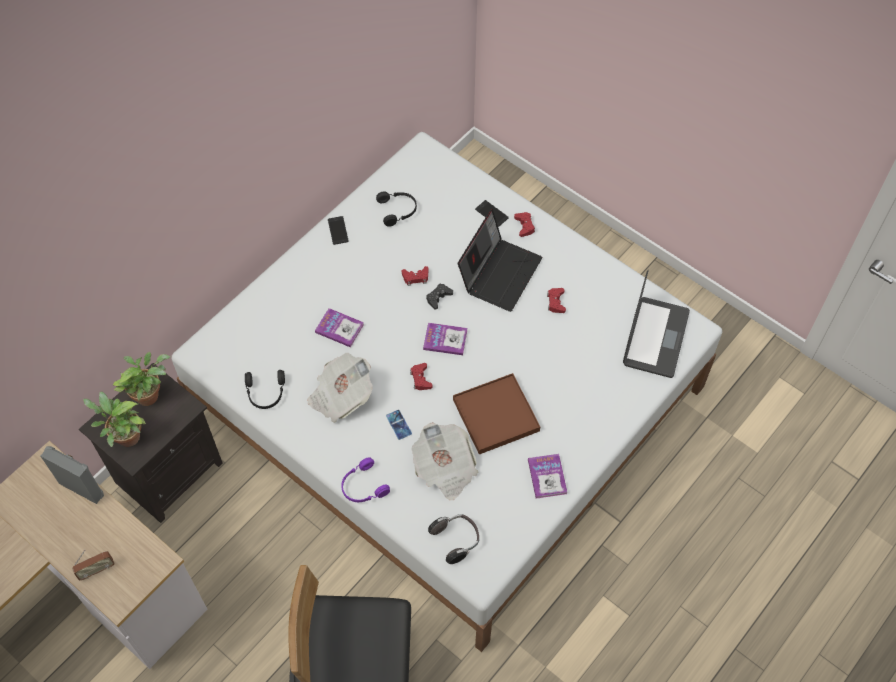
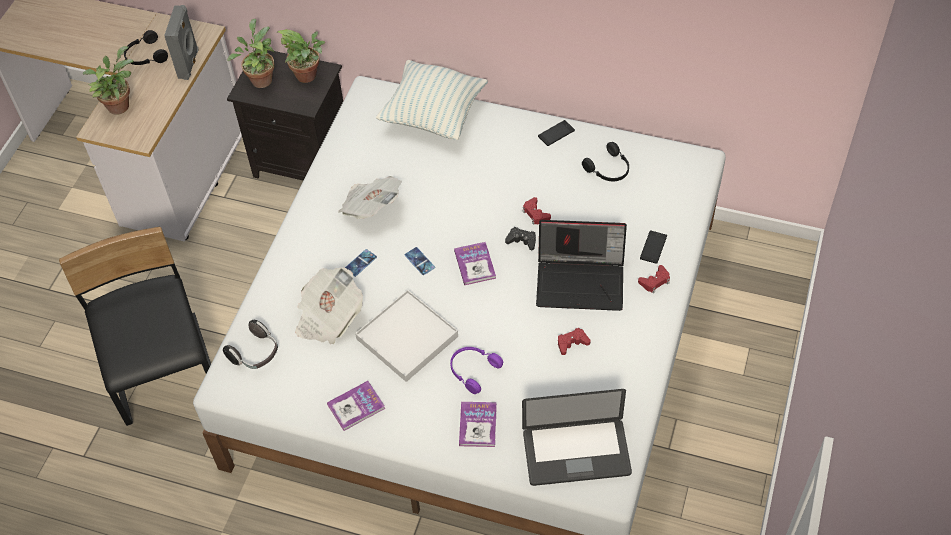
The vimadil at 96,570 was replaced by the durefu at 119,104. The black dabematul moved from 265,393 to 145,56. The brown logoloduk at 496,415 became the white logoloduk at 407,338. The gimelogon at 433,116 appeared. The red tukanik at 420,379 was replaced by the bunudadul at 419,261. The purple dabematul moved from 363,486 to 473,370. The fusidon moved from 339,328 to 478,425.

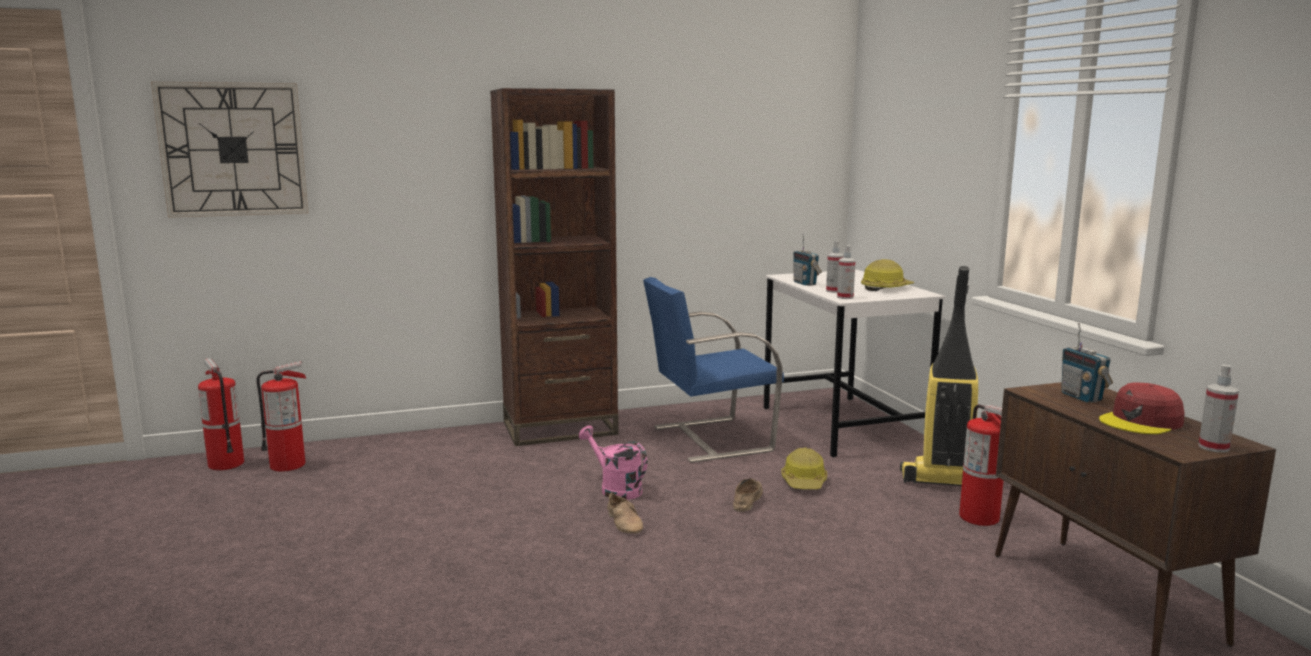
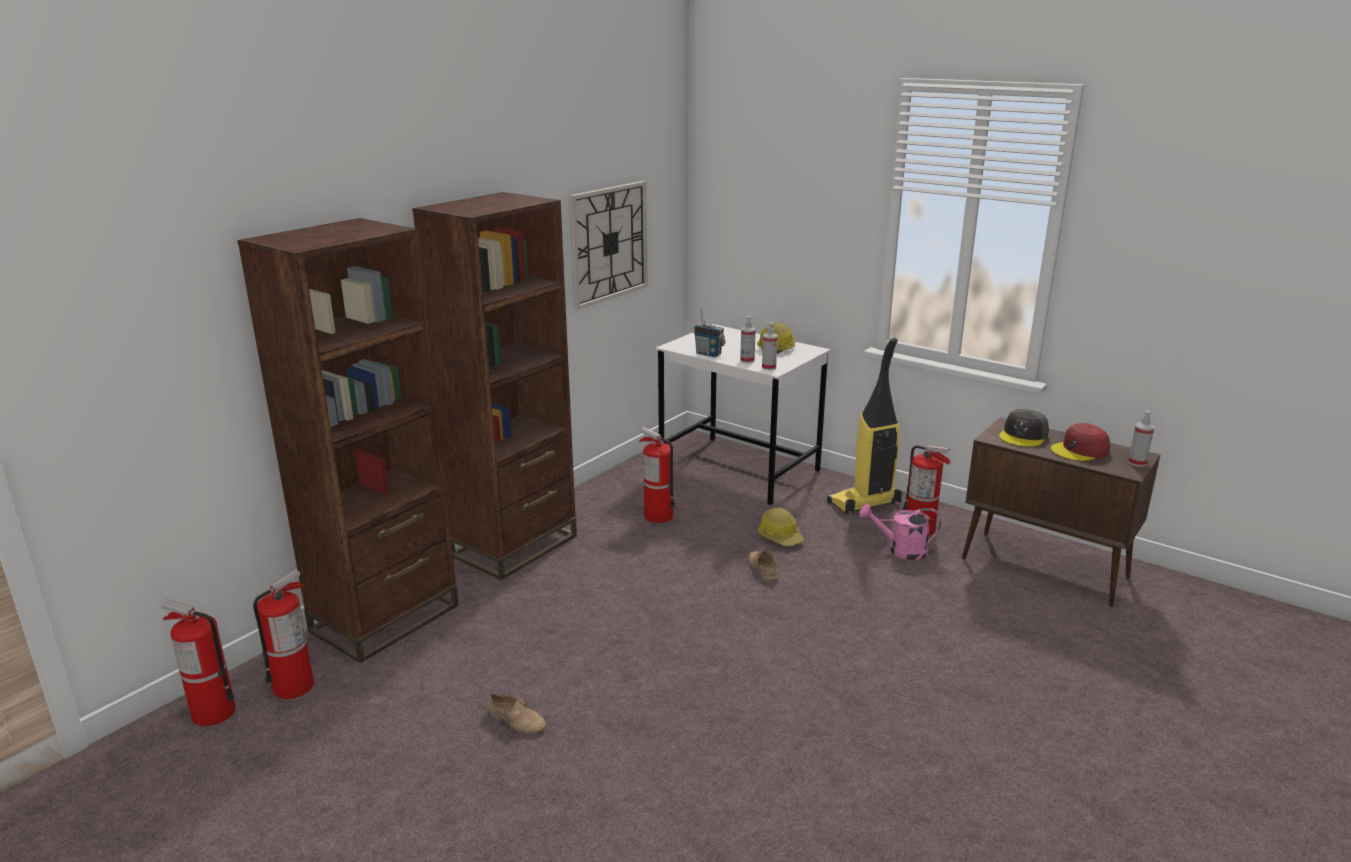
The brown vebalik at 385,618 appeared. The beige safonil moved from 625,522 to 517,719. The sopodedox moved from 233,149 to 609,243. The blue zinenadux at 709,439 was replaced by the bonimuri at 658,516. The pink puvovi moved from 615,489 to 900,550. The vimadil at 1081,397 was replaced by the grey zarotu at 1023,436. The red zarotu at 1141,422 turned 45 degrees clockwise.

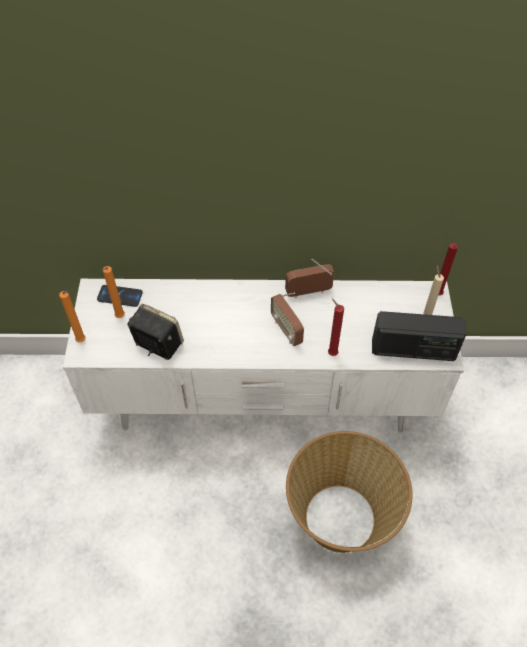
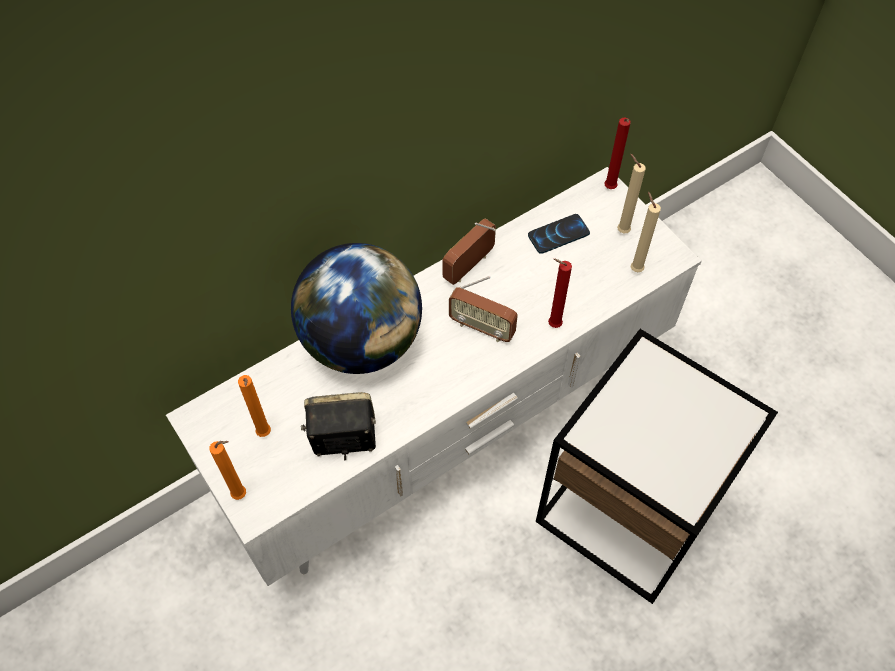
The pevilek at 362,342 appeared. The bunudadul moved from 120,296 to 558,234. The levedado at 340,519 was replaced by the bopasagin at 629,510. The vimadil at 413,350 was replaced by the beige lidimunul at 635,268.

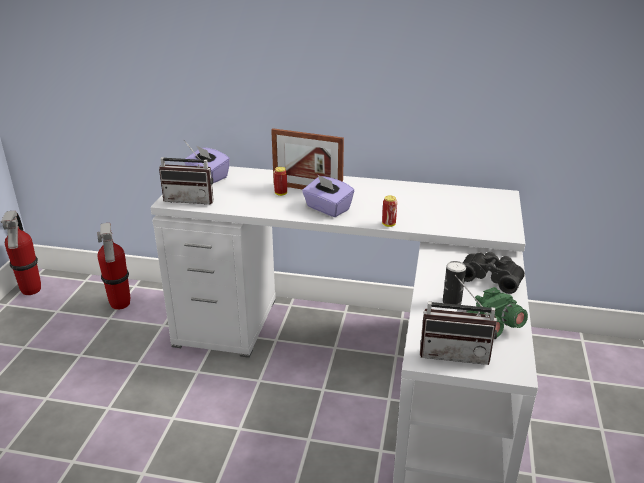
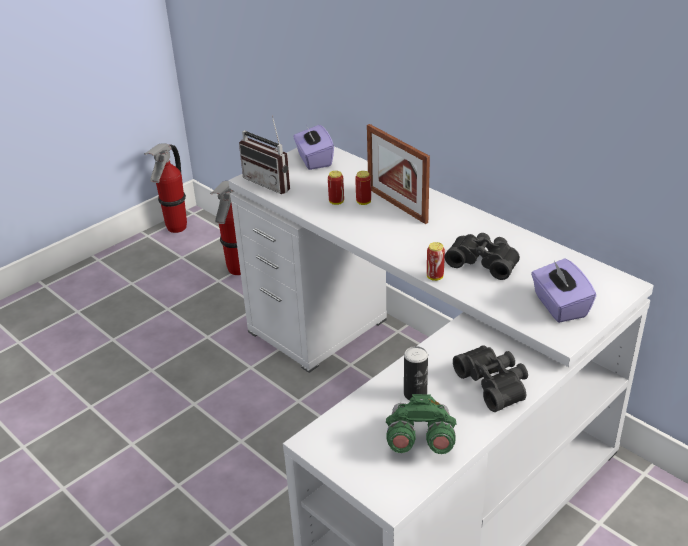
The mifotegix at 336,202 appeared. The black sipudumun at 483,262 appeared. The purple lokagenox moved from 327,208 to 559,306. The vimadil at 455,352 disappeared.

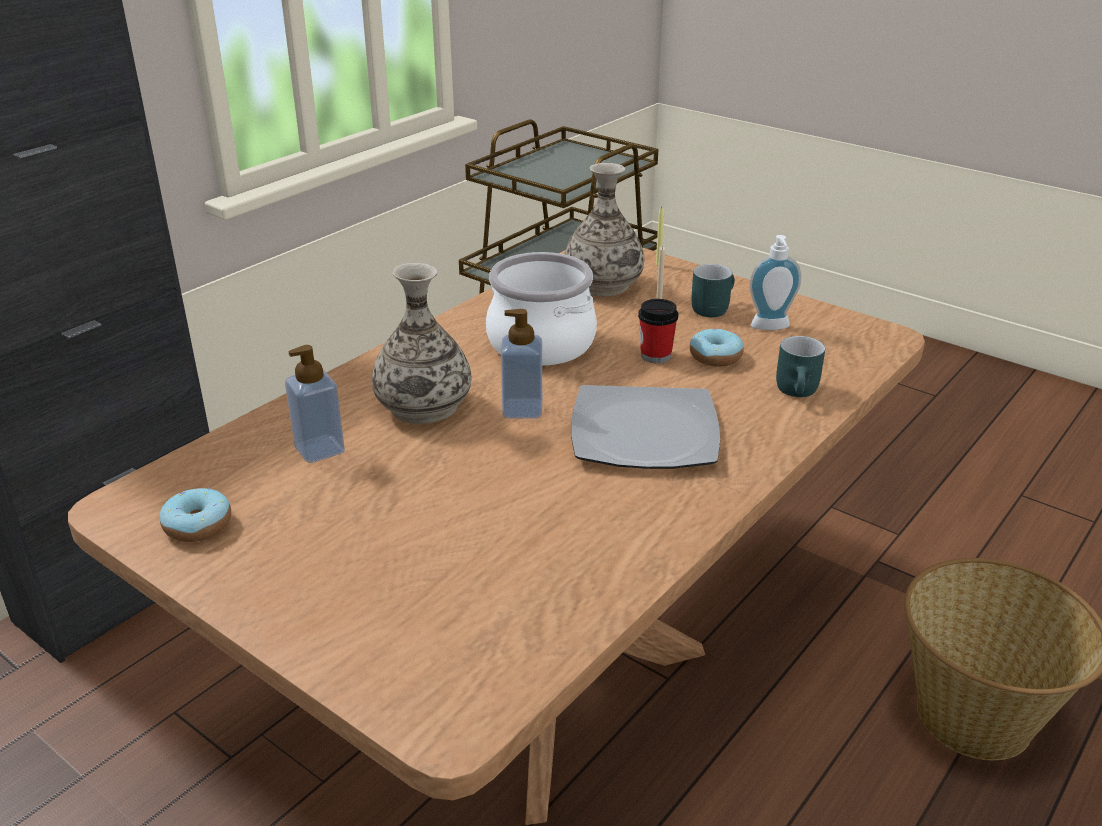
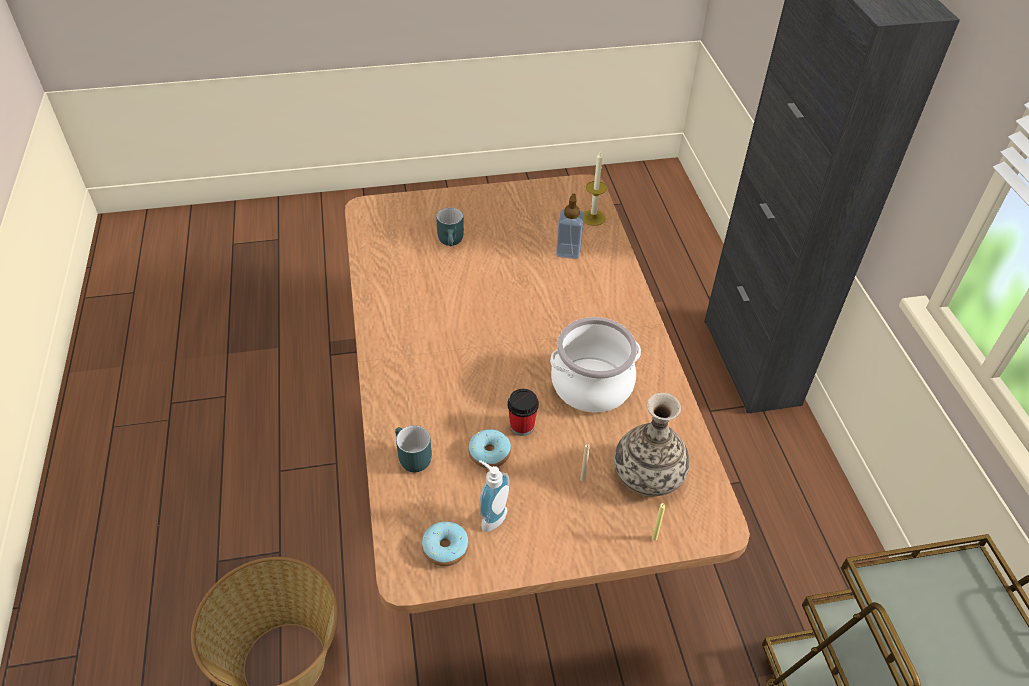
The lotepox moved from 198,525 to 445,548. The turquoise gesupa moved from 711,307 to 452,241. The lidimunul at 593,217 appeared. The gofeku at 424,407 disappeared. The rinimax at 522,409 disappeared. The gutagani at 643,433 disappeared.

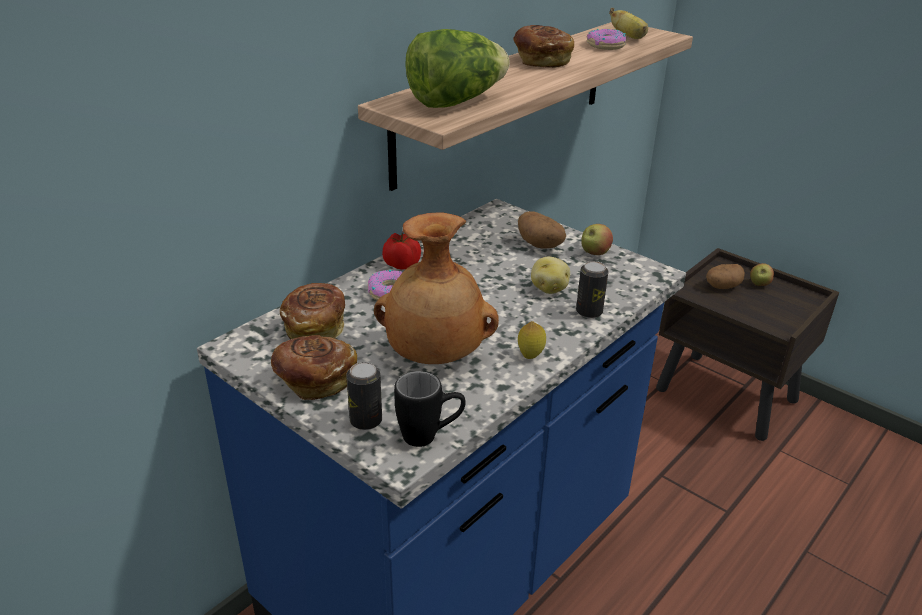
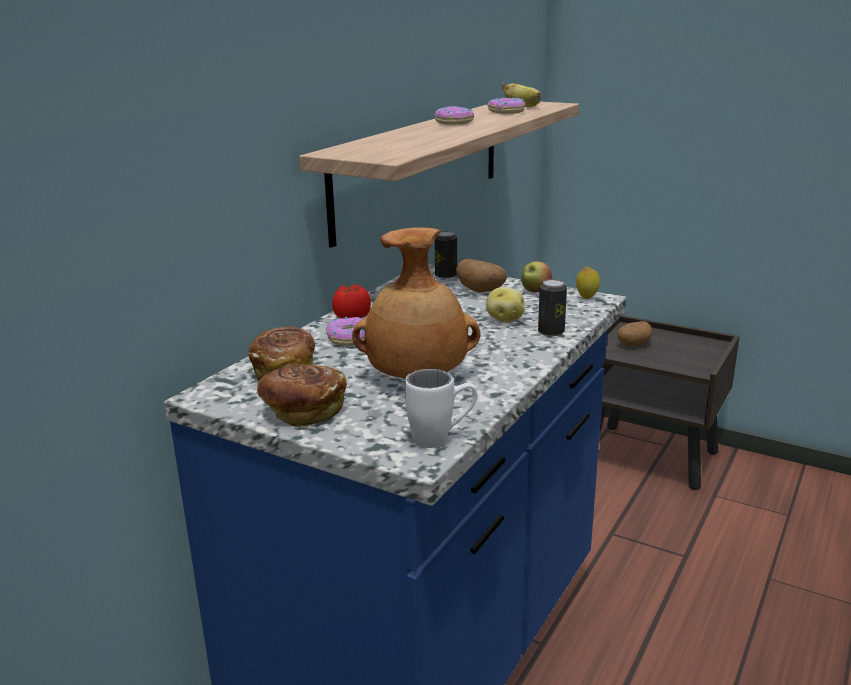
The black gesupa at 430,436 became the white gesupa at 441,438. The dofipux at 541,61 was replaced by the lotepox at 454,122. The mifotegix moved from 366,421 to 445,276. The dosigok moved from 530,356 to 587,297. The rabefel at 455,102 disappeared. The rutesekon at 759,284 disappeared.

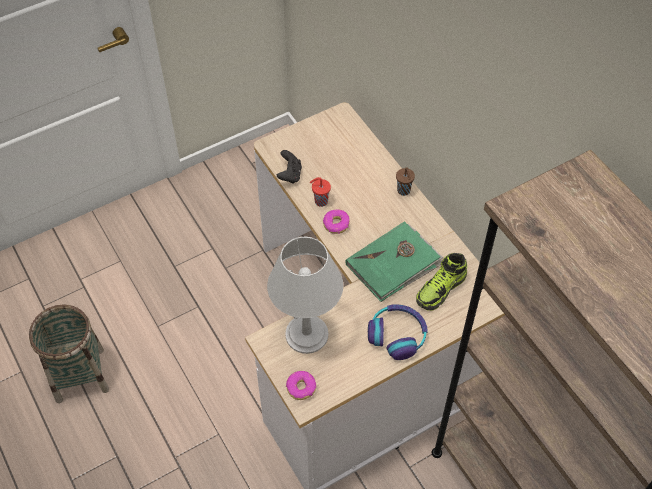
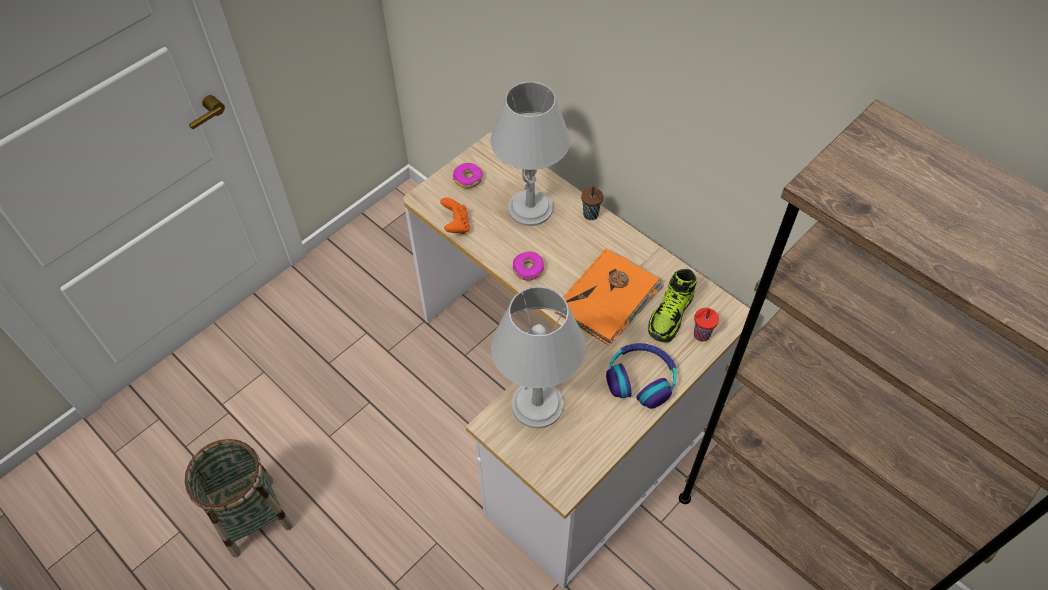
The black tukanik at 290,175 became the orange tukanik at 456,225. The lotepox moved from 301,387 to 468,179. The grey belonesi at 530,208 appeared. The green fusidon at 394,264 became the orange fusidon at 609,299. The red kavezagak moved from 320,201 to 700,335.

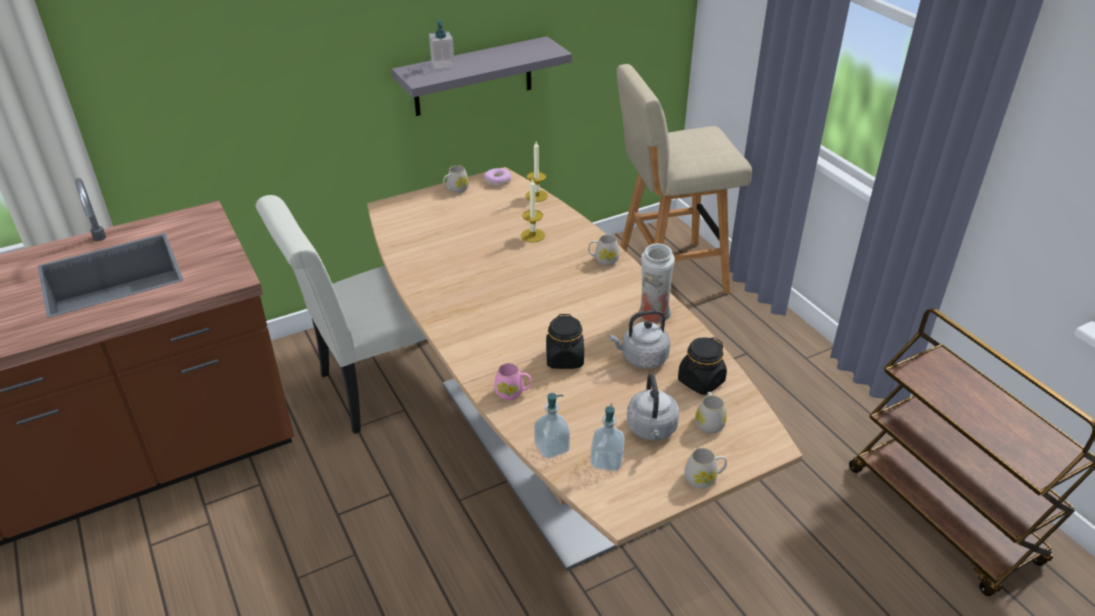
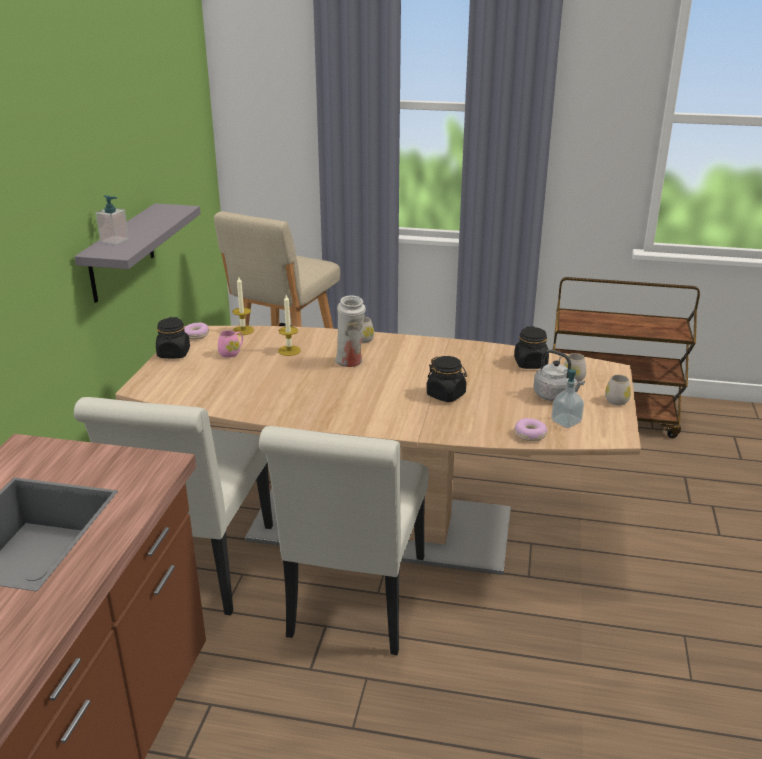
The white gesupa at 455,190 was replaced by the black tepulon at 174,353. The pink gesupa moved from 513,392 to 232,353. The white zinenadux at 355,605 appeared. The white gofeku moved from 653,315 to 350,362. The rinimax at 551,447 was replaced by the lotepox at 530,435. The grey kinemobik at 641,358 disappeared.

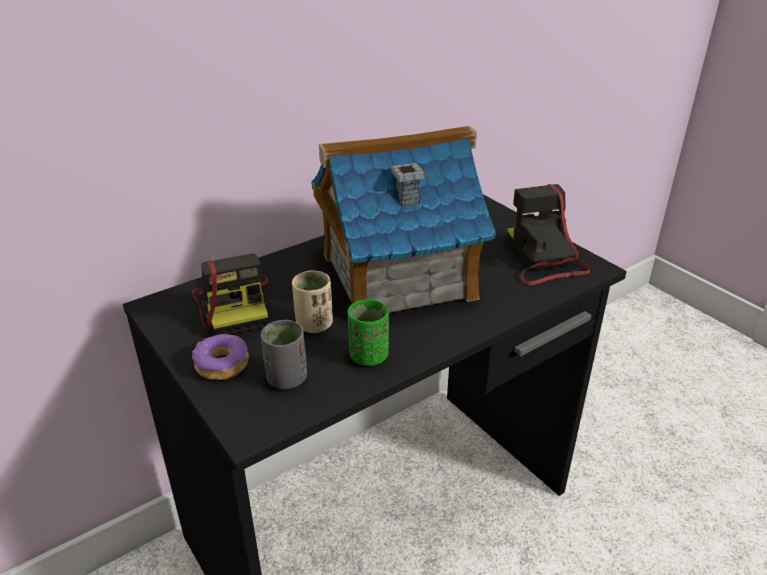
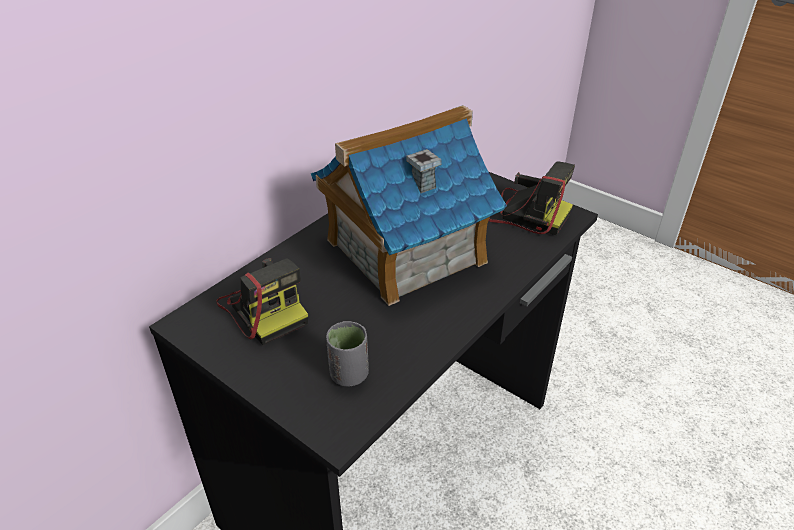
The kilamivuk at 543,259 turned 150 degrees clockwise. The lotepox at 222,365 disappeared. The beige kavezagak at 314,324 disappeared. The green kavezagak at 368,356 disappeared.

